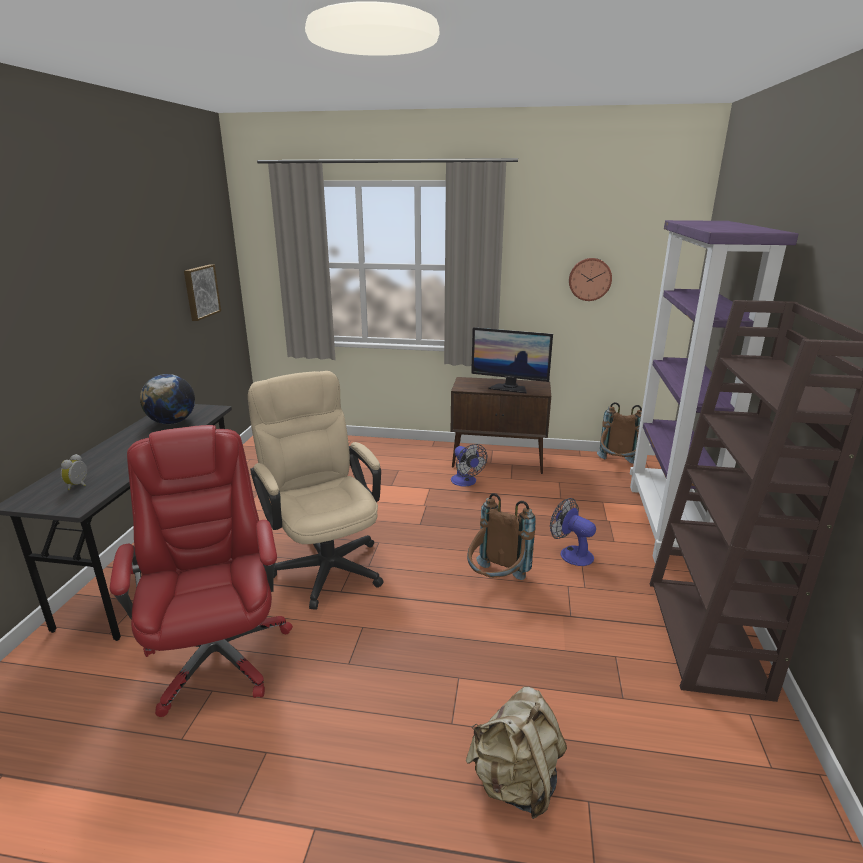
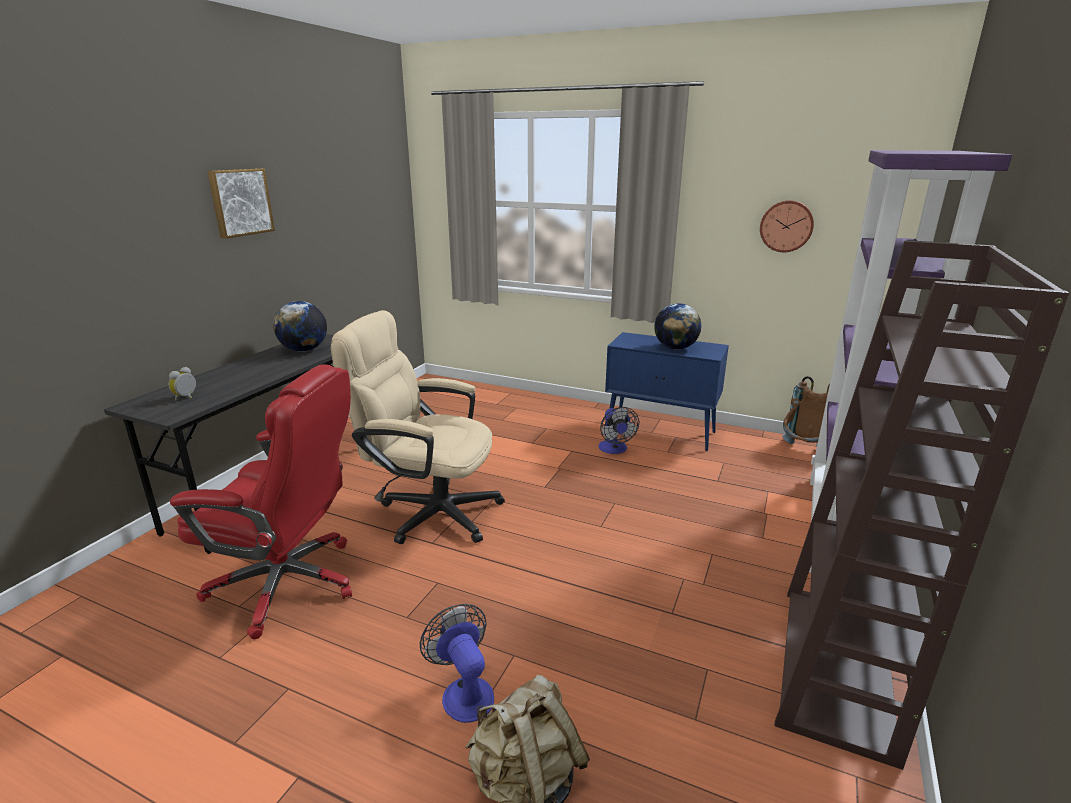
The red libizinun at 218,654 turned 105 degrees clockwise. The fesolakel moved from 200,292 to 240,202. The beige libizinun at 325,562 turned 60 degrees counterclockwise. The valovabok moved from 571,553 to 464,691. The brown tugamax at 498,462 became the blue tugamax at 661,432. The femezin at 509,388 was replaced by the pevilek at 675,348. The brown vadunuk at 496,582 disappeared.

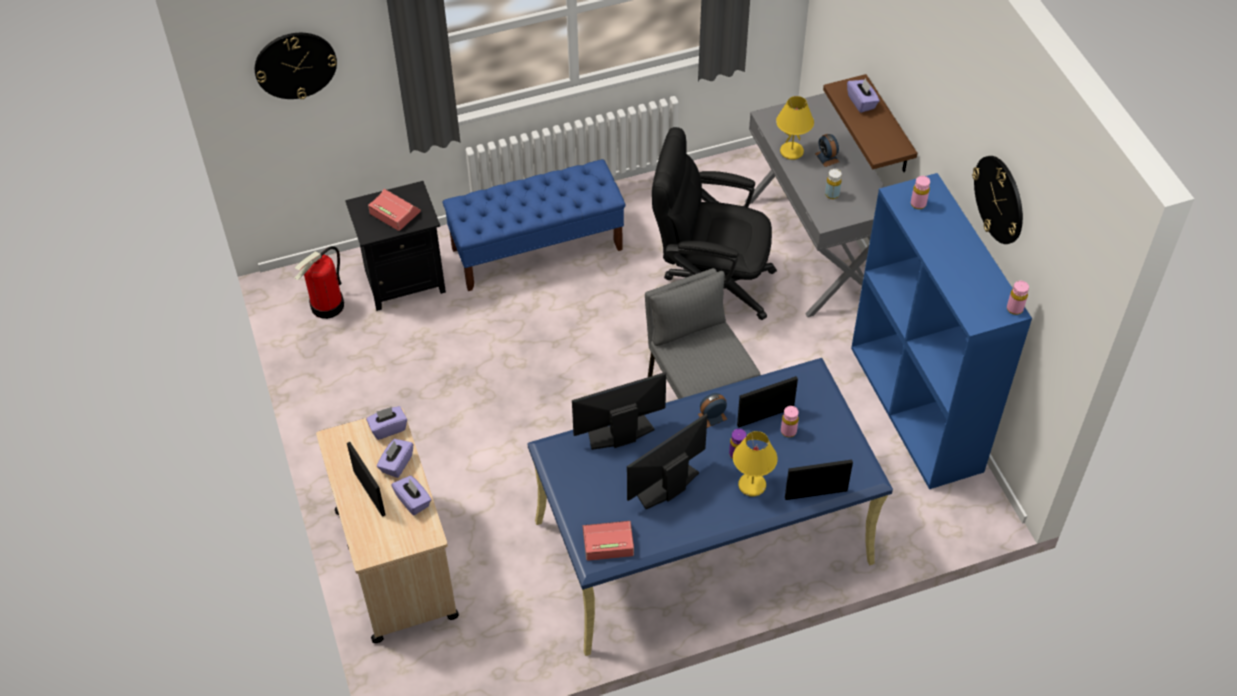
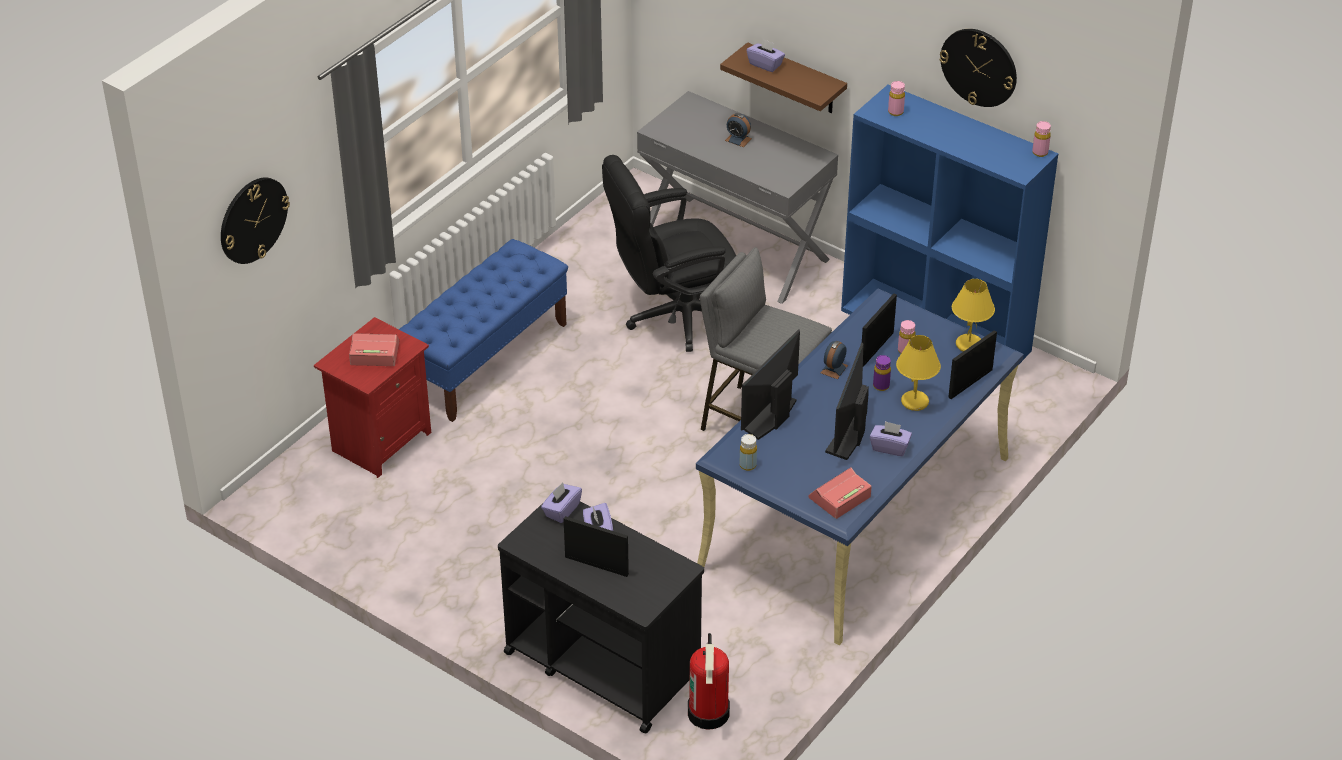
The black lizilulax at 404,280 became the red lizilulax at 380,441. The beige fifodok at 396,562 became the black fifodok at 601,664. The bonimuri moved from 327,306 to 709,713. The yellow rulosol moved from 832,194 to 747,465. The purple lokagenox moved from 413,501 to 890,447. The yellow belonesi moved from 792,151 to 969,344.

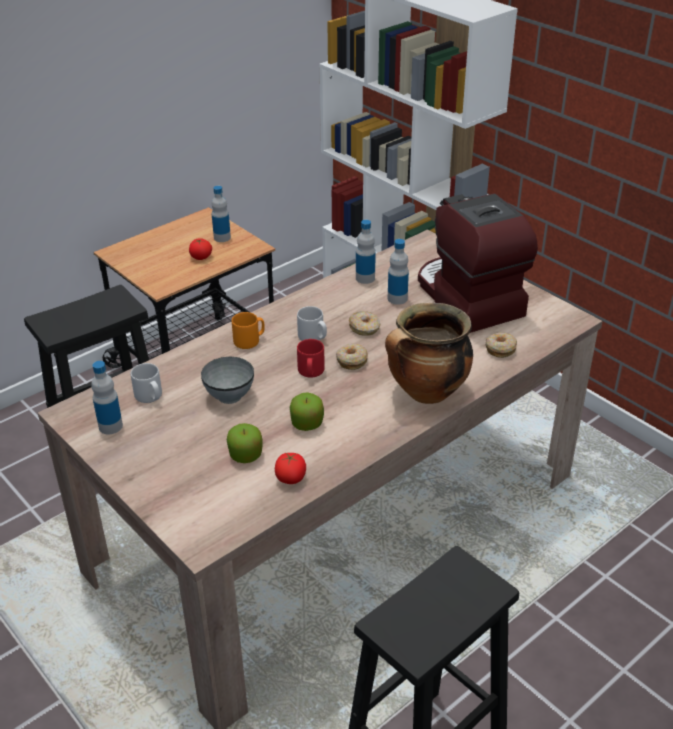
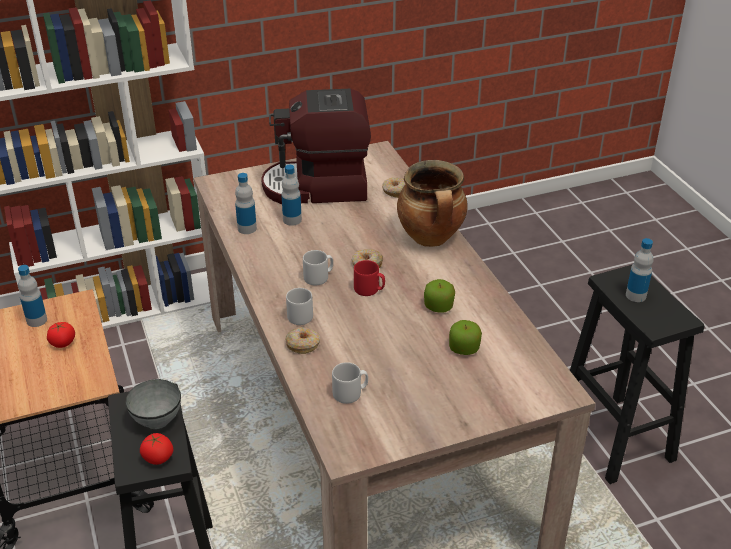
The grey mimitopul moved from 229,396 to 157,420. The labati moved from 290,478 to 158,458. The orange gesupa at 249,341 became the grey gesupa at 300,315. The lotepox moved from 364,328 to 303,344. The rulosol moved from 110,426 to 636,295.

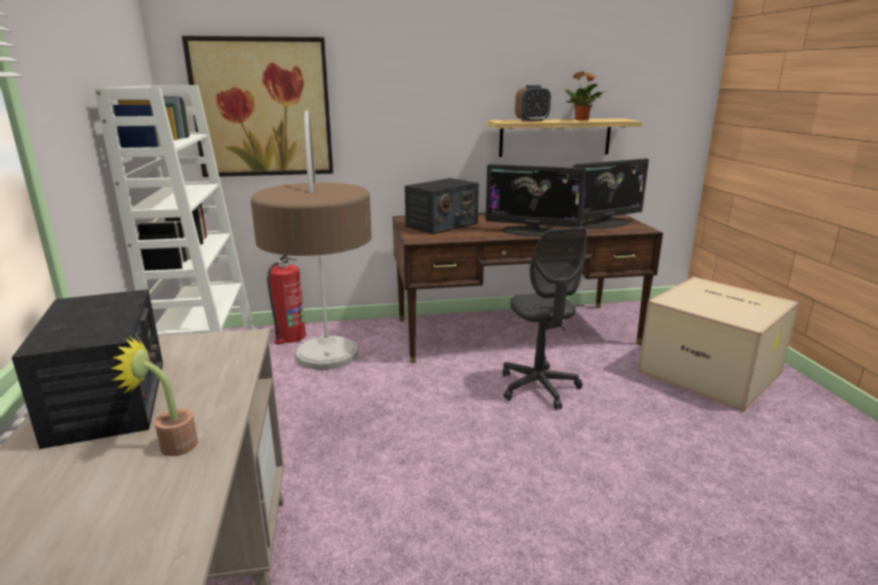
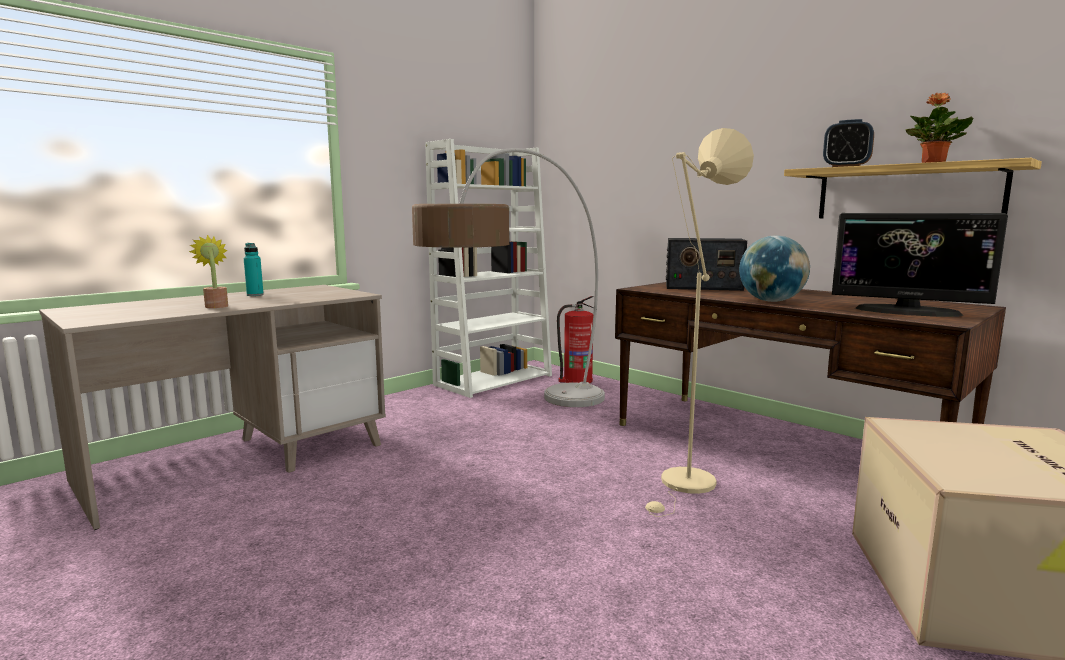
The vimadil at 109,401 was replaced by the turquoise rulosol at 255,295. The grey libizinun at 538,388 was replaced by the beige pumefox at 685,486. The femezin at 532,232 was replaced by the pevilek at 771,301. The fesolakel at 262,108 disappeared.

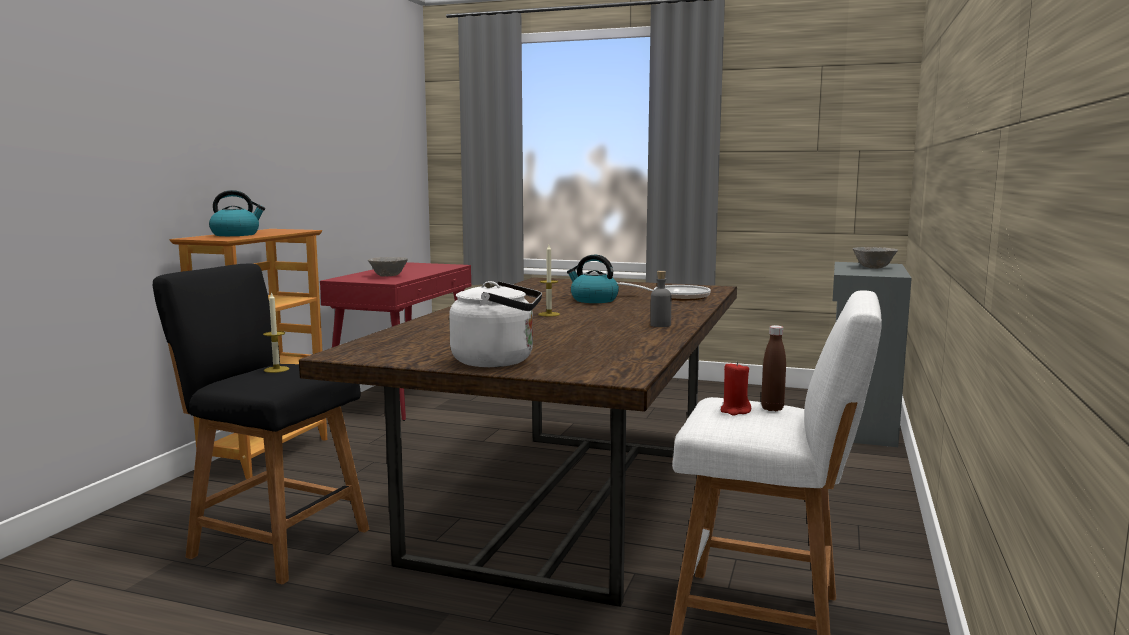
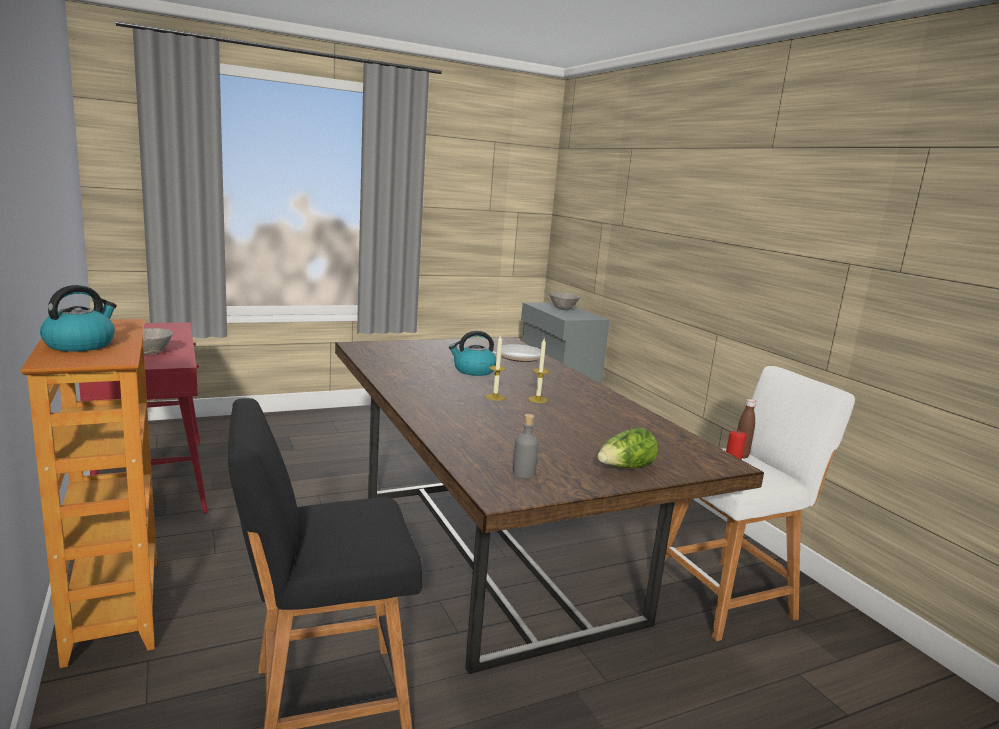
The grey rulosol moved from 660,325 to 523,473. The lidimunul moved from 276,369 to 538,399. The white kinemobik at 498,361 was replaced by the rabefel at 625,468.

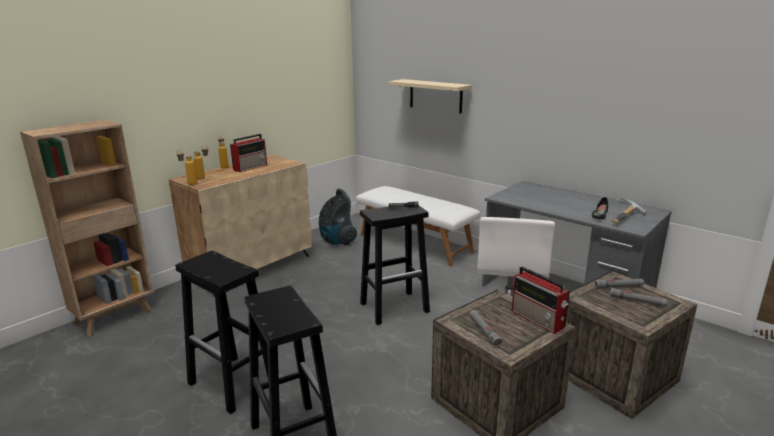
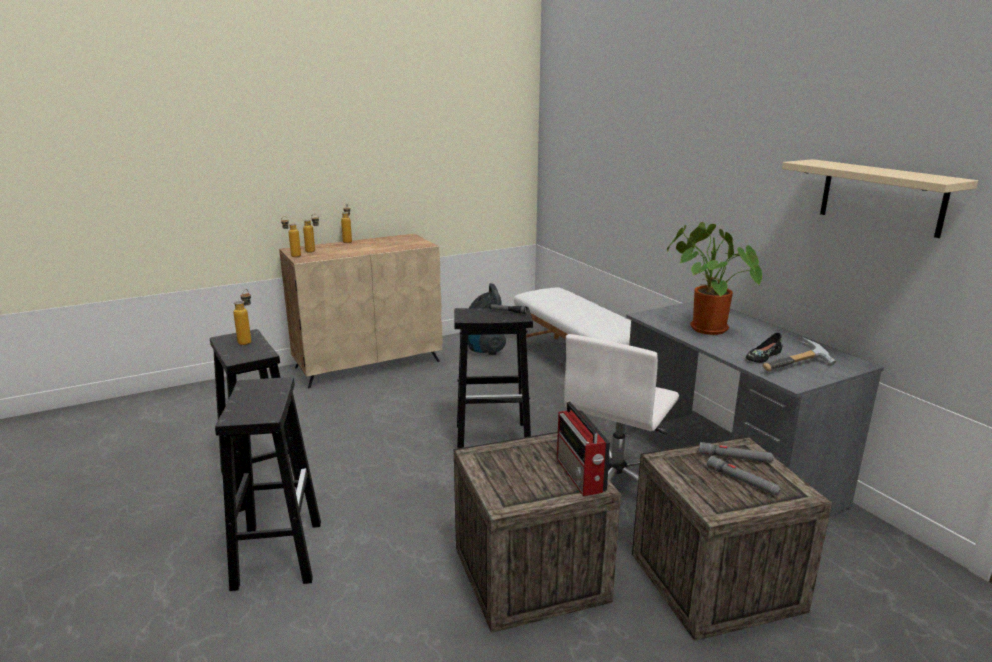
The rulosol at 247,341 appeared. The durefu at 704,328 appeared. The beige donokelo moved from 435,96 to 881,197. The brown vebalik at 115,316 disappeared. The vimadil at 251,167 disappeared. The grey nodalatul at 483,331 disappeared.

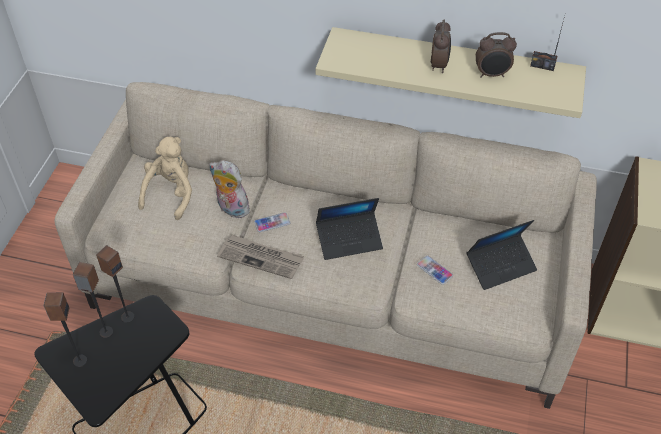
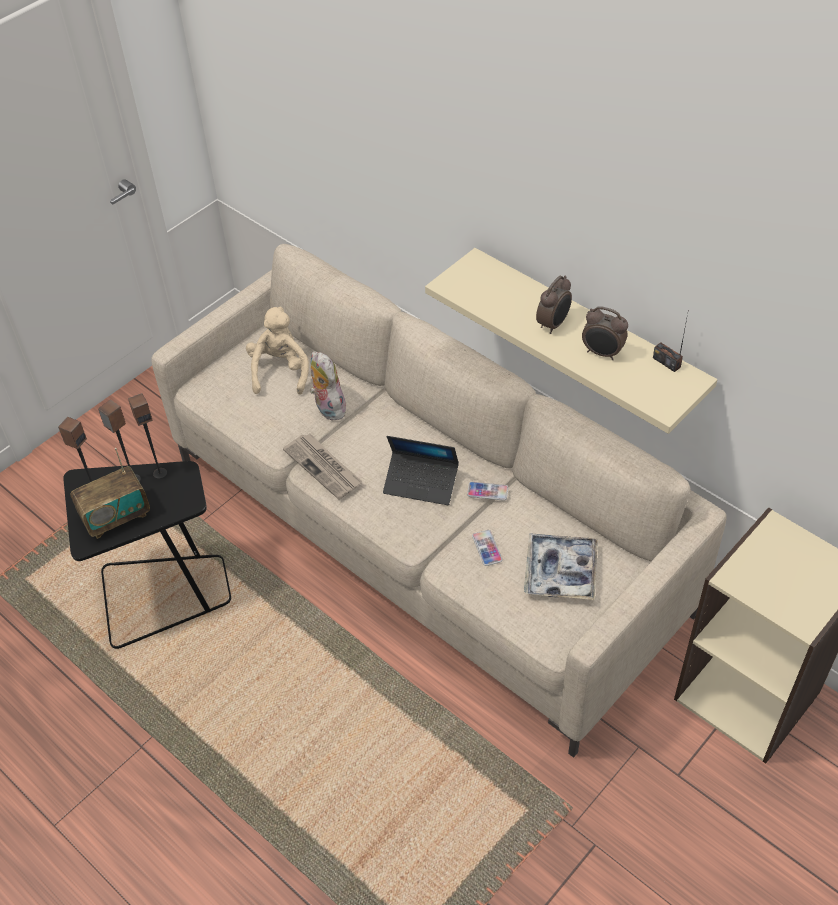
The vimadil at 116,517 appeared. The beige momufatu at 171,194 turned 45 degrees counterclockwise. The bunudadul moved from 272,223 to 487,491. The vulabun at 500,266 was replaced by the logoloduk at 560,572.

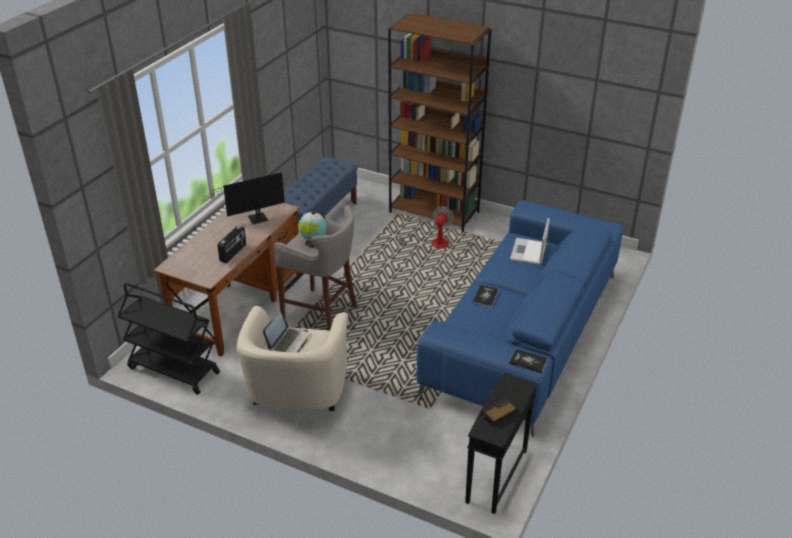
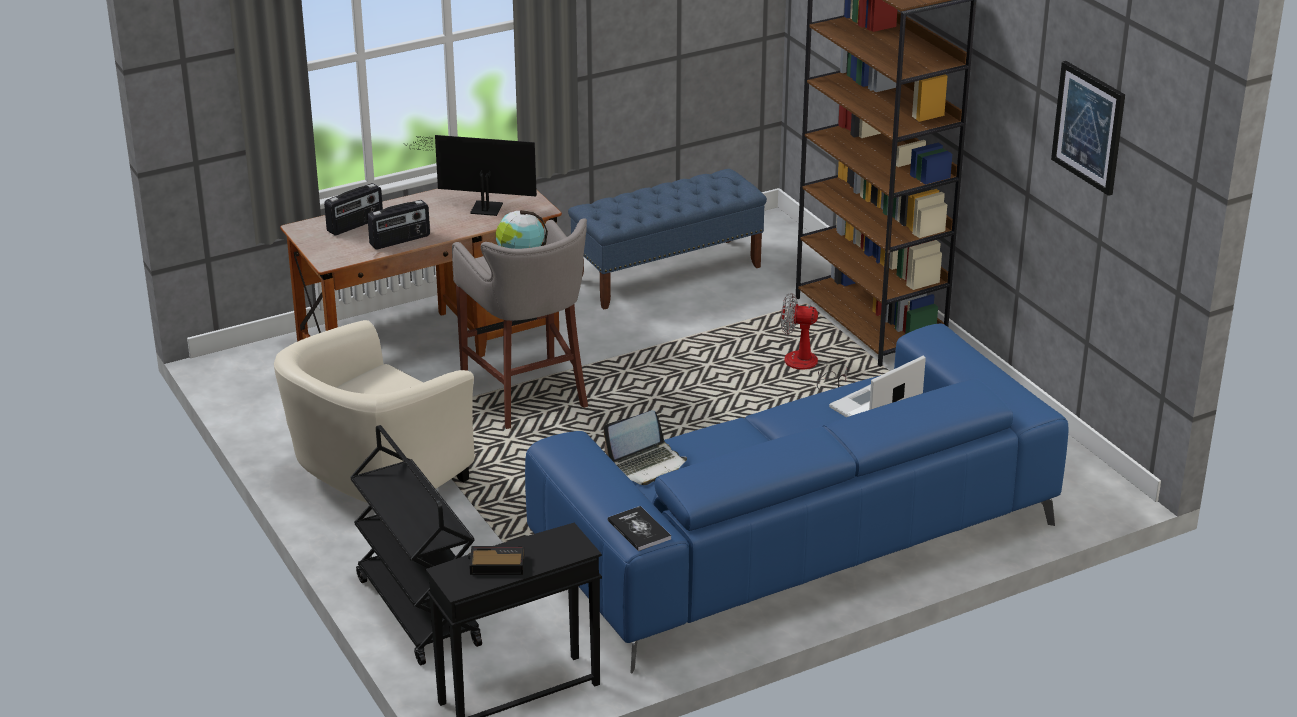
The vimadil at 355,225 appeared. The black fifodok moved from 173,370 to 417,611. The vulabun moved from 288,342 to 647,464. The valovabok at 433,245 turned 135 degrees counterclockwise. The fesolakel at 1089,127 appeared. The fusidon at 485,296 disappeared.

